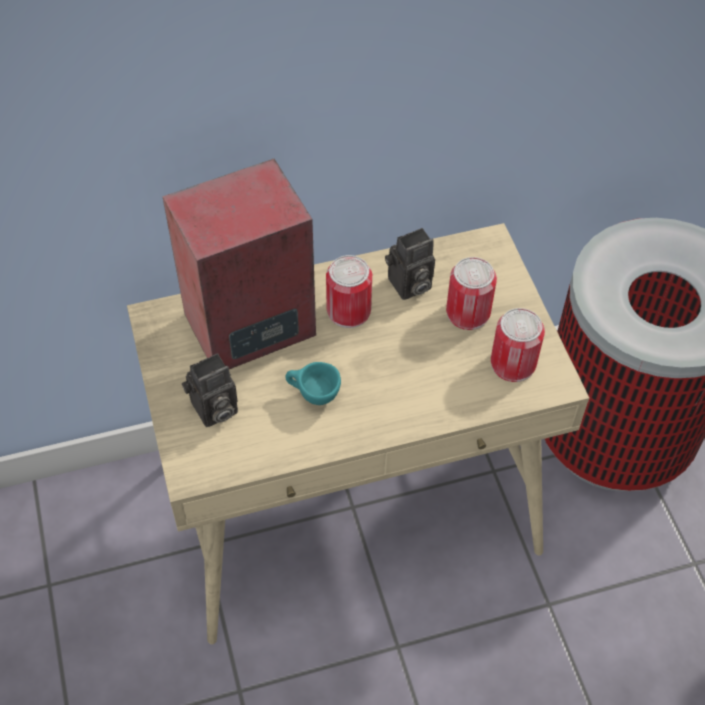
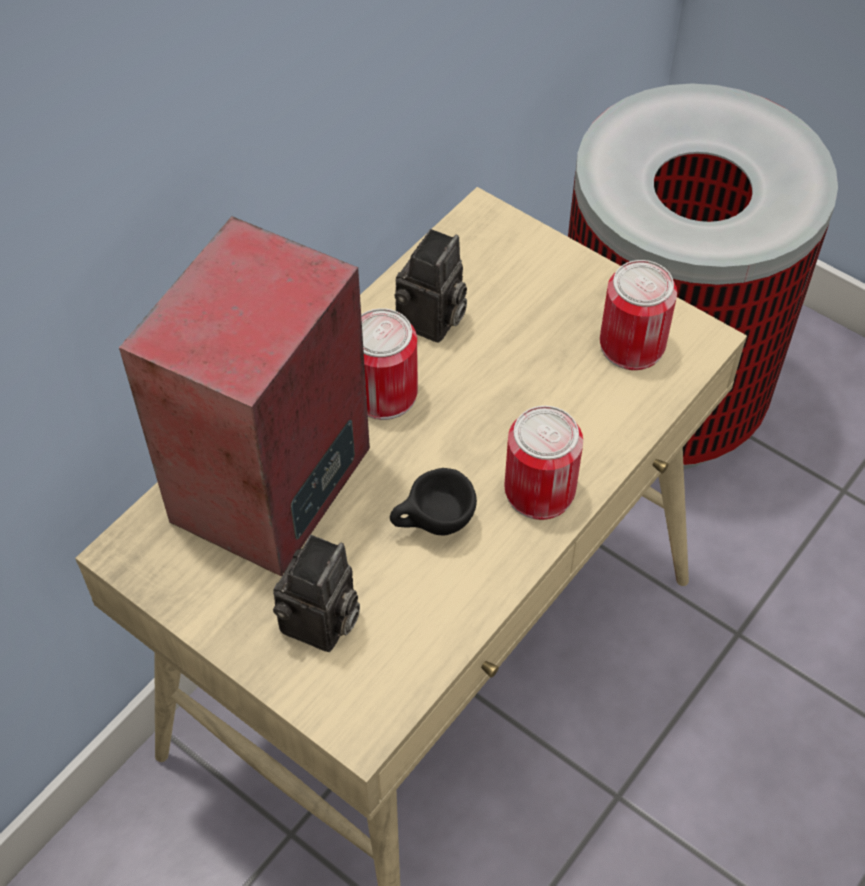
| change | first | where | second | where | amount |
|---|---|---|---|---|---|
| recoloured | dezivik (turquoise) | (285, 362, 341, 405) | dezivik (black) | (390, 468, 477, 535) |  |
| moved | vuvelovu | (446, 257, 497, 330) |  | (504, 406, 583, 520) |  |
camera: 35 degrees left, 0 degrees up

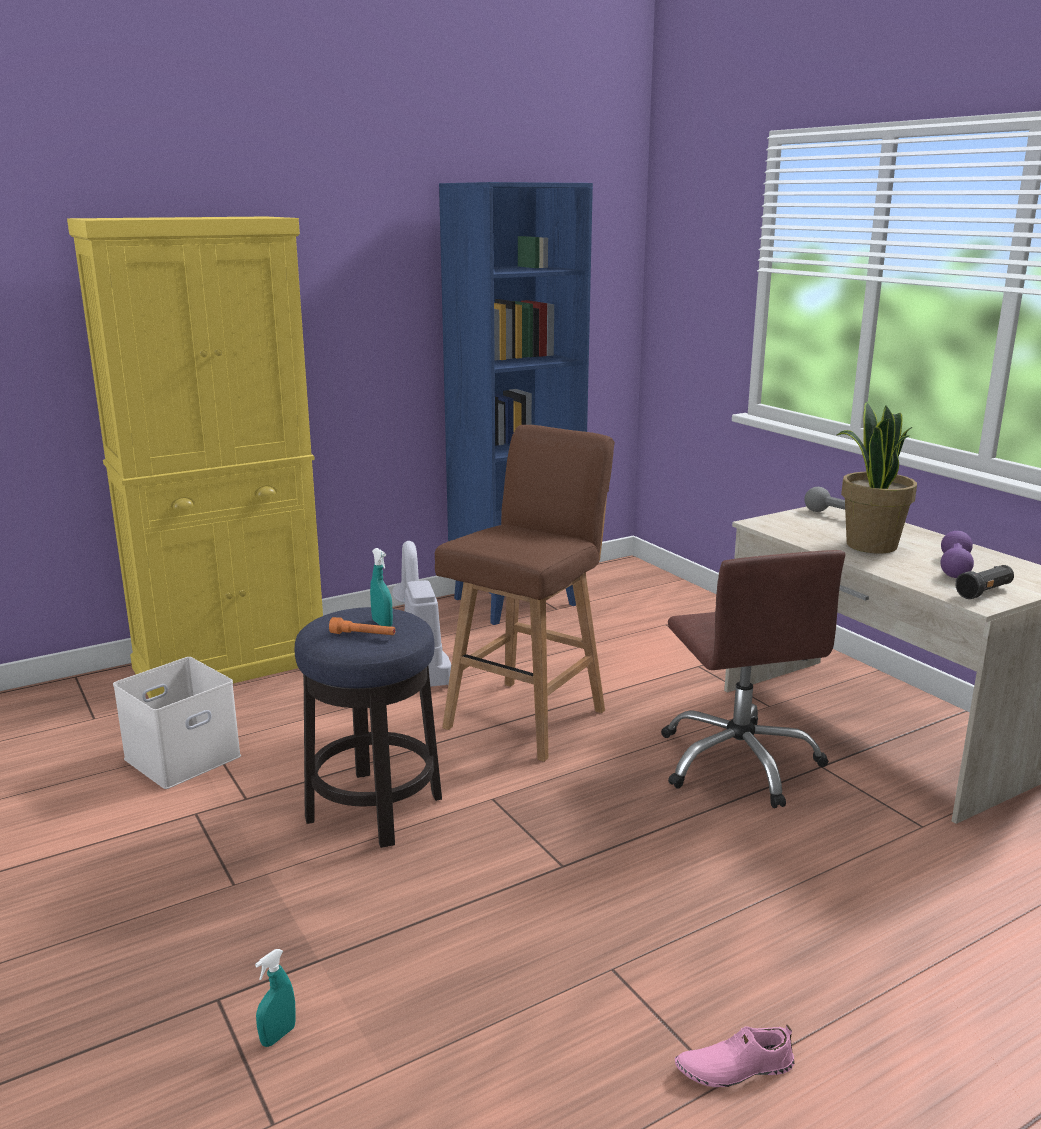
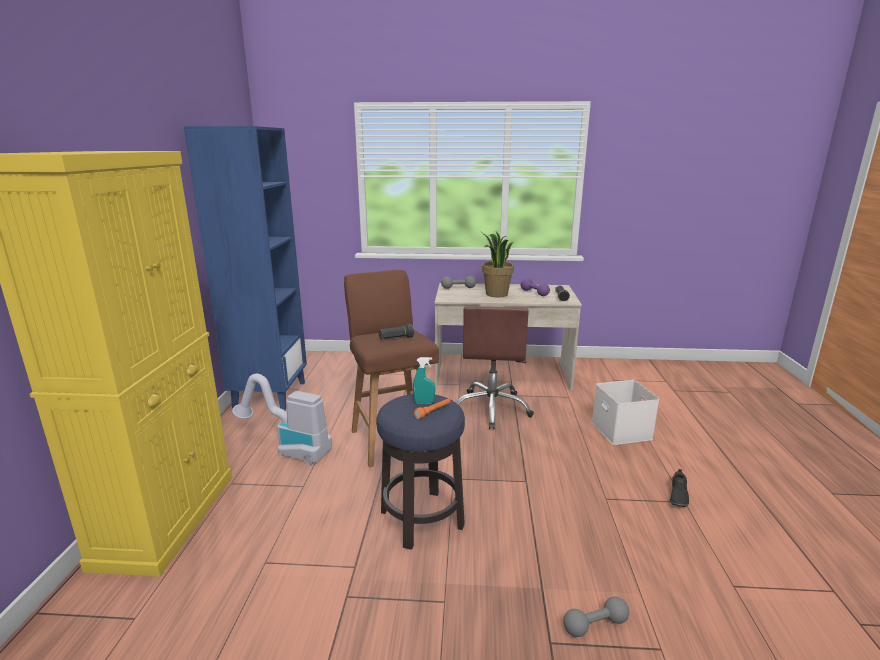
| change | first | where | second | where | amount |
|---|---|---|---|---|---|
| added |  |  | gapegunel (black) | (378, 323, 414, 339) |  |
| turned | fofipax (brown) | (661, 550, 845, 808) |  | (456, 306, 534, 429) | 75 degrees clockwise |
| replaced | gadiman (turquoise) | (255, 949, 296, 1047) | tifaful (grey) | (563, 596, 629, 637) |  |
| moved | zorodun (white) | (113, 657, 241, 789) |  | (592, 380, 659, 445) |  |
| recoloured | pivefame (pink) | (675, 1025, 794, 1087) | pivefame (black) | (670, 469, 689, 507) |  |
camera: 55 degrees left, 0 degrees up

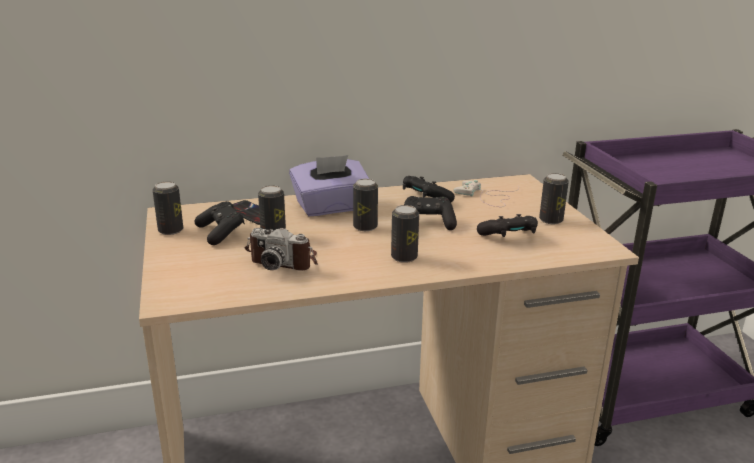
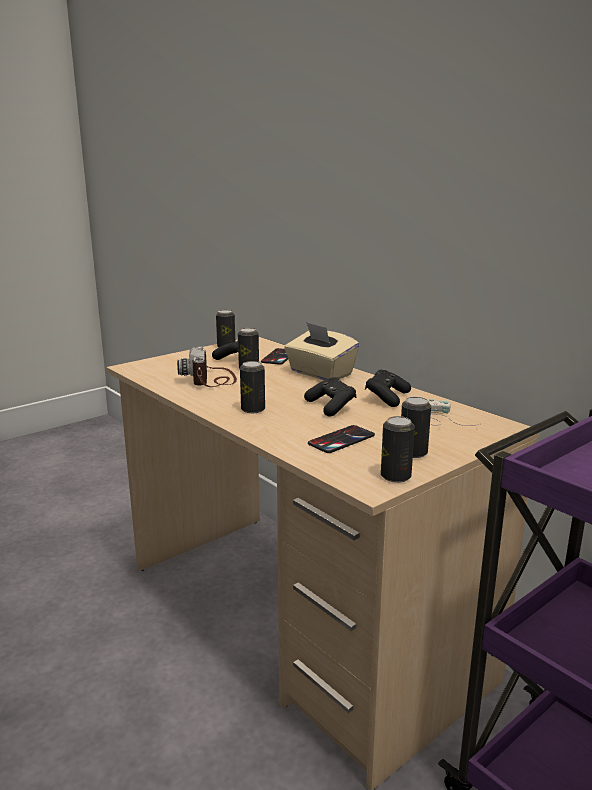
| change | first | where | second | where | amount |
|---|---|---|---|---|---|
| recoloured | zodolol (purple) | (289, 155, 369, 216) | zodolol (beige) | (284, 322, 359, 380) |  |
| replaced | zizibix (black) | (477, 214, 538, 237) | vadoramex | (308, 425, 375, 453) |  |
| moved | vuvelovu | (353, 179, 378, 231) |  | (381, 416, 415, 483) |  |
camera: 65 degrees right, 5 degrees down

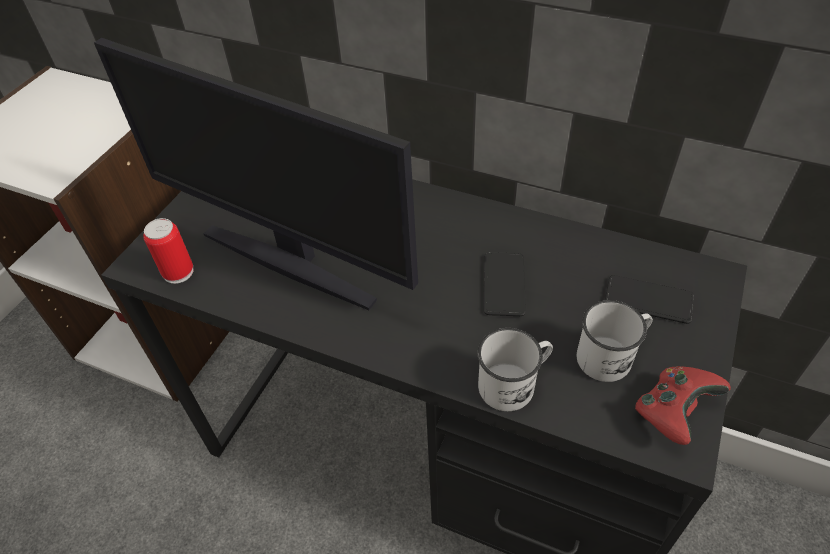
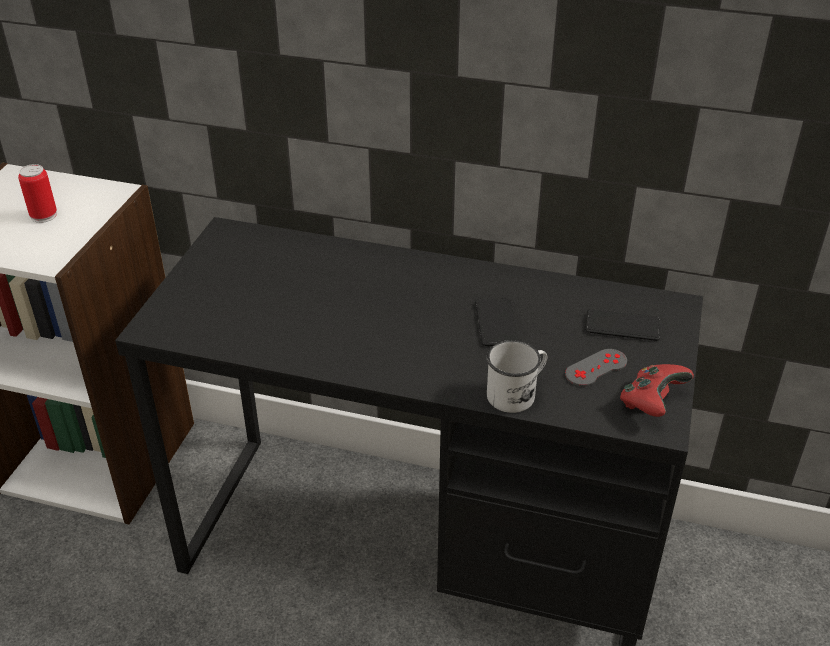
| change | first | where | second | where | amount |
|---|---|---|---|---|---|
| moved | vuvelovu | (143, 218, 193, 284) |  | (18, 164, 57, 223) |  |
| replaced | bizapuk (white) | (577, 300, 653, 382) | zizibix (grey) | (565, 349, 627, 386) |  |
| removed | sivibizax | (94, 38, 418, 310) |  |  |  |
camera: 10 degrees left, 10 degrees down

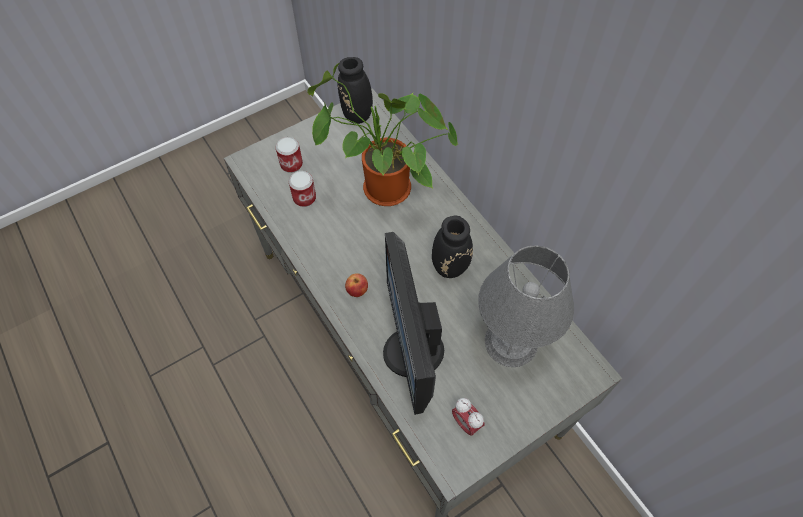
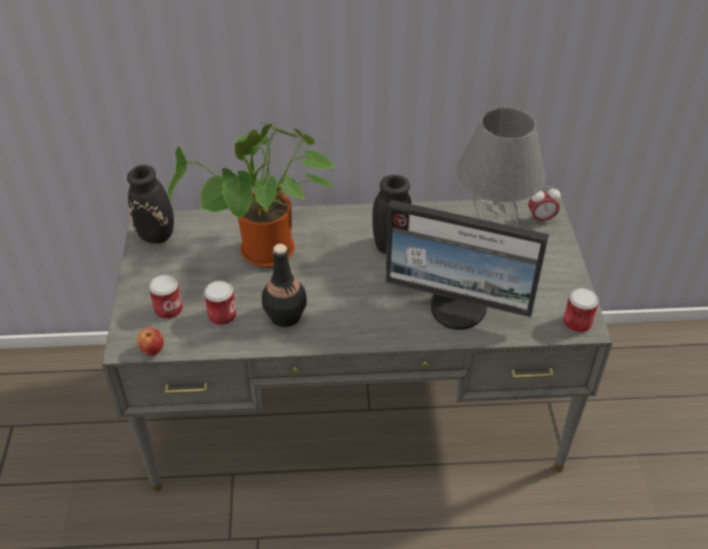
| change | first | where | second | where | amount |
|---|---|---|---|---|---|
| moved | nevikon | (345, 273, 368, 297) |  | (137, 328, 164, 356) |  |
| added |  |  | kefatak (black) | (262, 244, 307, 327) |  |
| moved | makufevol | (452, 398, 485, 436) |  | (528, 186, 561, 224) |  |
| added |  |  | vuvelovu | (563, 288, 599, 333) |  |
camera: 60 degrees left, 15 degrees down

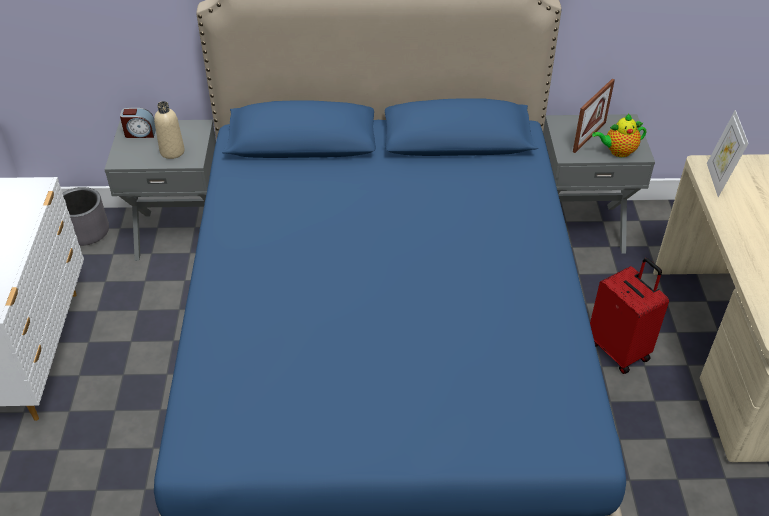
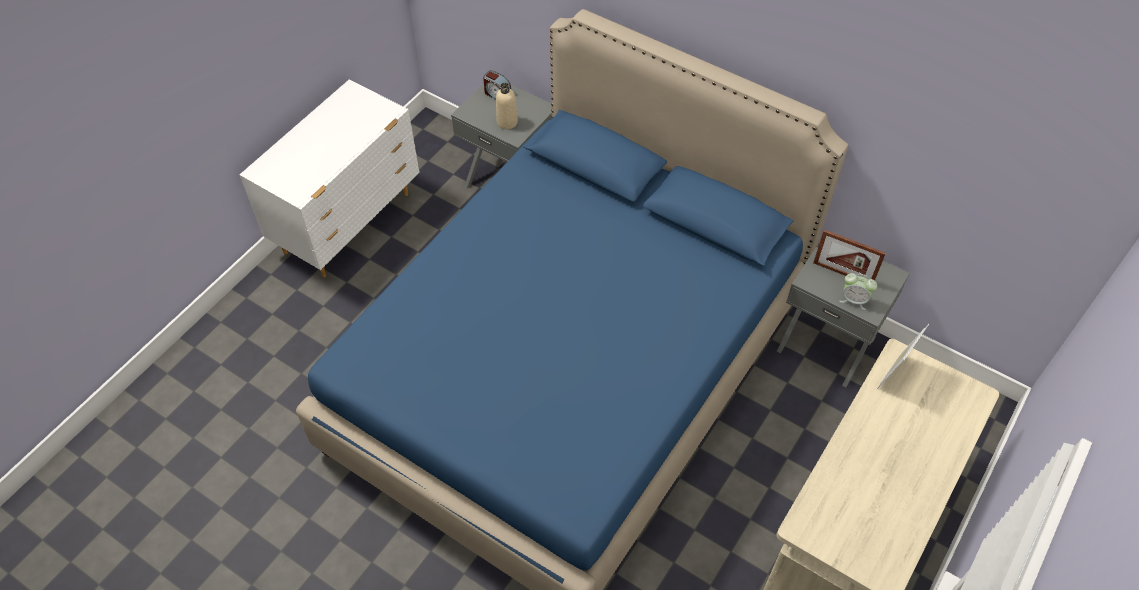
| change | first | where | second | where | amount |
|---|---|---|---|---|---|
| turned | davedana | (573, 79, 615, 153) |  | (813, 230, 886, 281) | 45 degrees clockwise |
| replaced | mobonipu | (592, 114, 646, 157) | makufevol | (839, 273, 877, 310) |  |
| removed | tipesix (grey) | (63, 187, 109, 246) |  |  |  |
| removed | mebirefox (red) | (590, 258, 669, 374) |  |  |  |
camera: 35 degrees right, 10 degrees up

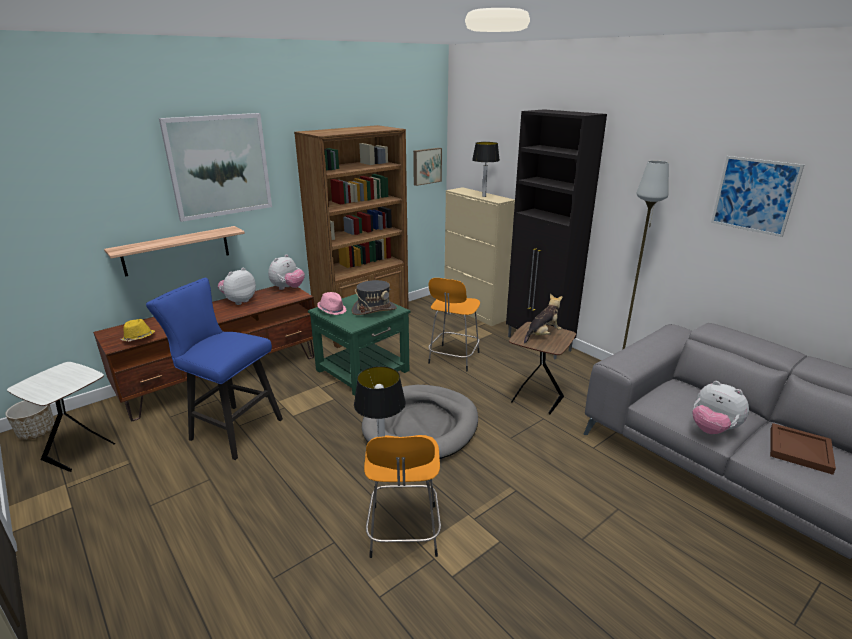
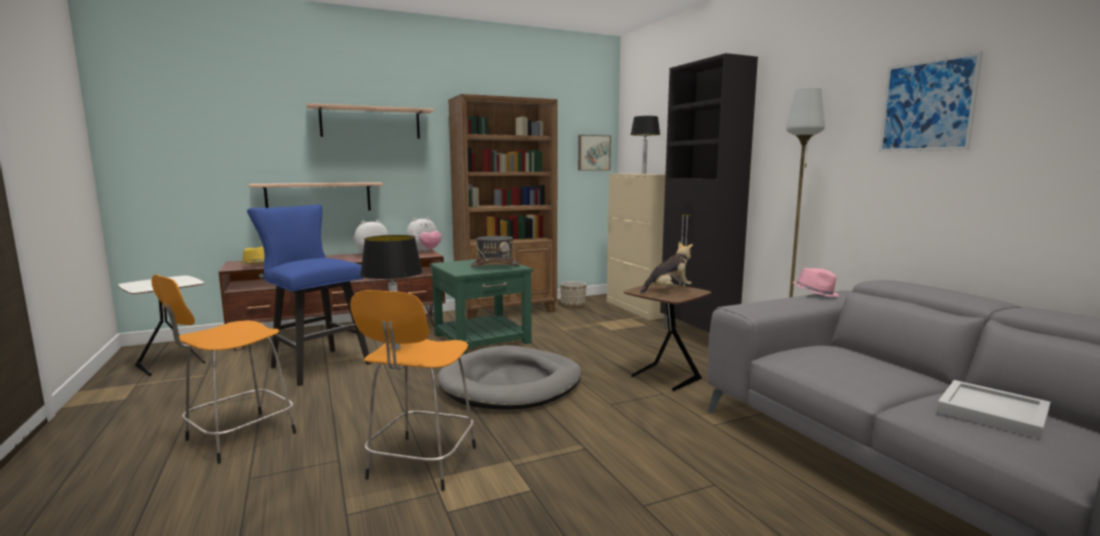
| change | first | where | second | where | amount |
|---|---|---|---|---|---|
| moved | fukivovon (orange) | (428, 278, 480, 371) |  | (151, 274, 296, 464) |  |
| replaced | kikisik | (159, 113, 272, 222) | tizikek | (306, 103, 434, 139) |  |
| moved | tipesix | (5, 400, 55, 440) |  | (560, 281, 587, 307) |  |
| moved | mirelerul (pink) | (317, 292, 347, 315) |  | (793, 268, 840, 297) |  |
| recoloured | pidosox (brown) | (770, 423, 836, 475) | pidosox (white) | (936, 380, 1050, 439) |  |
| removed | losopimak | (692, 381, 749, 434) |  |  |  |
camera: 15 degrees right, 15 degrees down

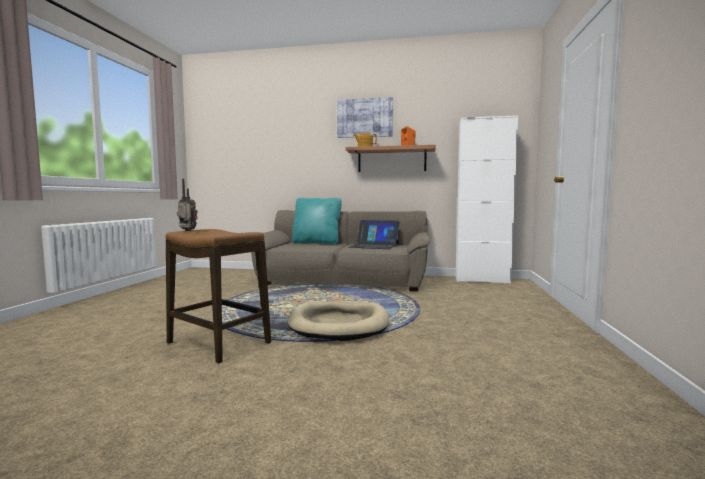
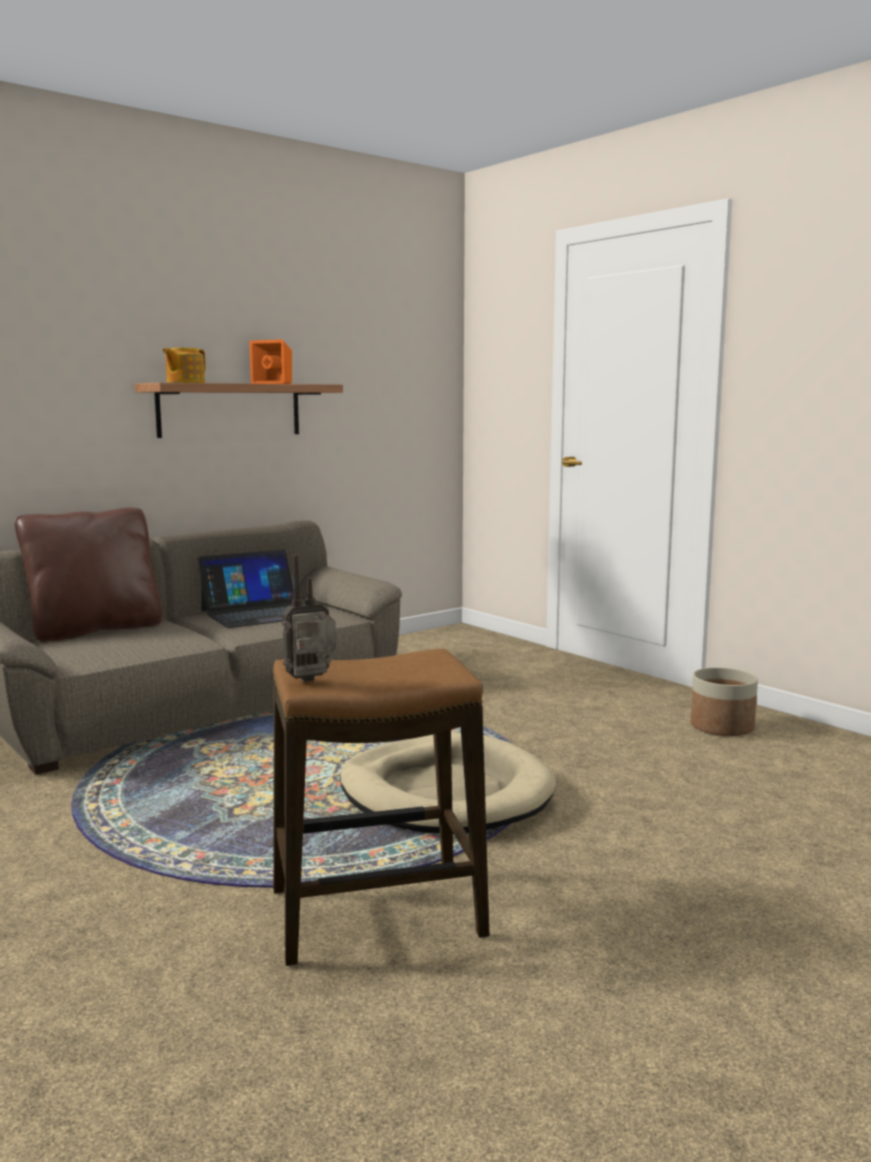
| change | first | where | second | where | amount |
|---|---|---|---|---|---|
| recoloured | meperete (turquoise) | (292, 198, 341, 244) | meperete (brown) | (14, 508, 163, 642) |  |
| added |  |  | tipesix | (690, 667, 758, 736) |  |
| removed | kikisik | (337, 97, 393, 138) |  |  |  |
| removed | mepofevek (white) | (455, 115, 518, 284) |  |  |  |
camera: 50 degrees left, 5 degrees up

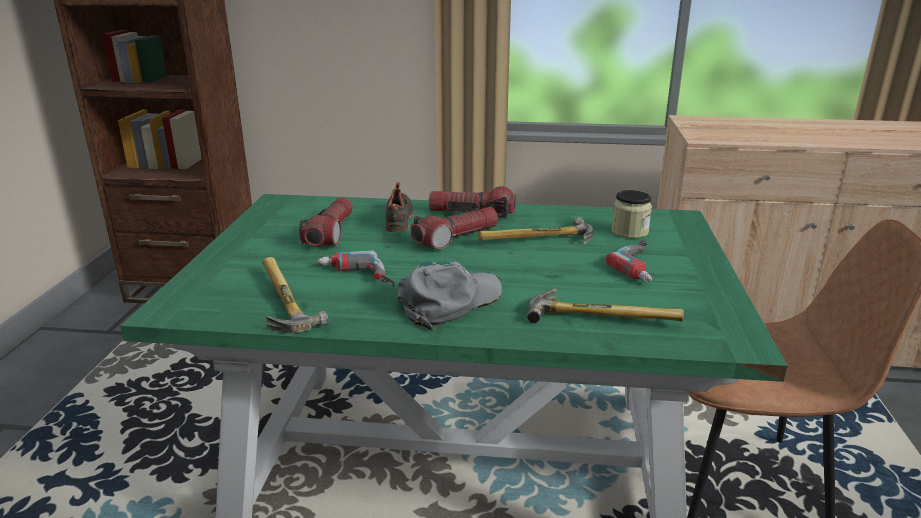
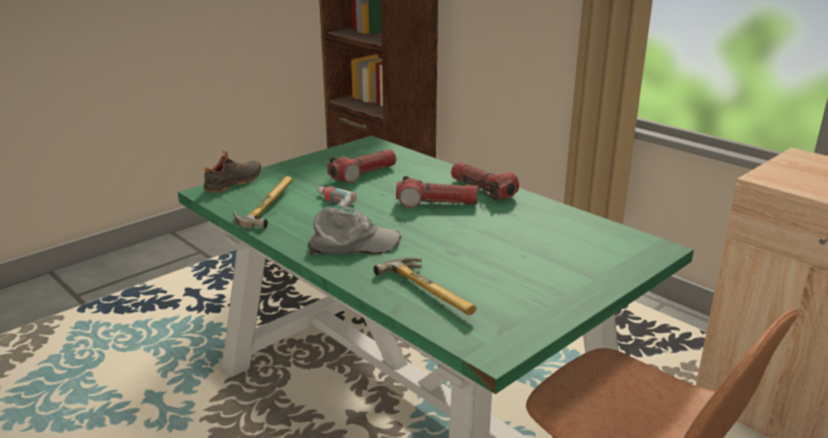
| change | first | where | second | where | amount |
|---|---|---|---|---|---|
| moved | pivefame (black) | (385, 182, 414, 232) |  | (202, 150, 261, 192) |  |
| removed | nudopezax | (478, 217, 593, 245) |  |  |  |
| removed | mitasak | (606, 240, 652, 282) |  |  |  |
| removed | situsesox | (611, 190, 652, 239) |  |  |  |
camera: 40 degrees right, 0 degrees up

